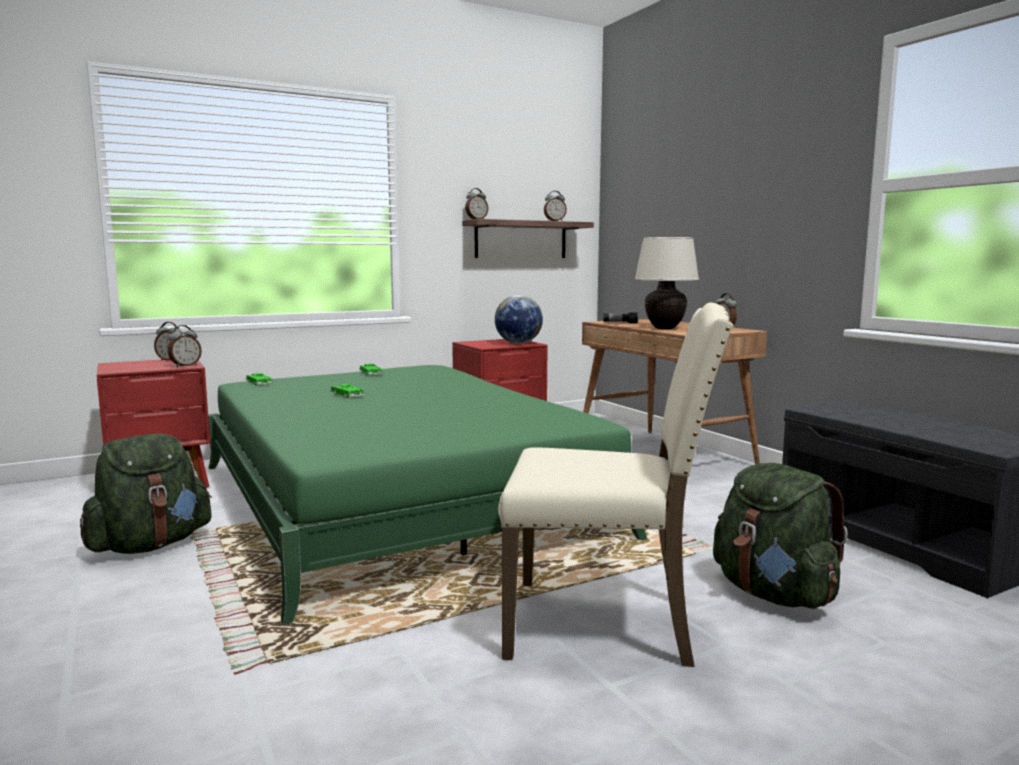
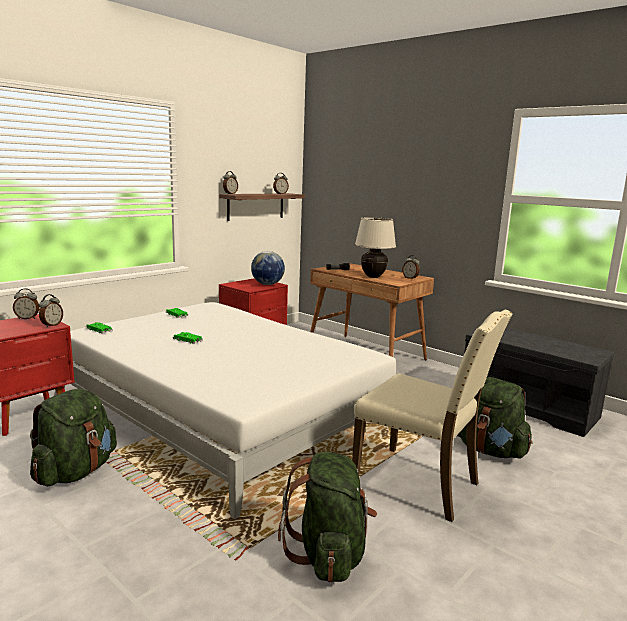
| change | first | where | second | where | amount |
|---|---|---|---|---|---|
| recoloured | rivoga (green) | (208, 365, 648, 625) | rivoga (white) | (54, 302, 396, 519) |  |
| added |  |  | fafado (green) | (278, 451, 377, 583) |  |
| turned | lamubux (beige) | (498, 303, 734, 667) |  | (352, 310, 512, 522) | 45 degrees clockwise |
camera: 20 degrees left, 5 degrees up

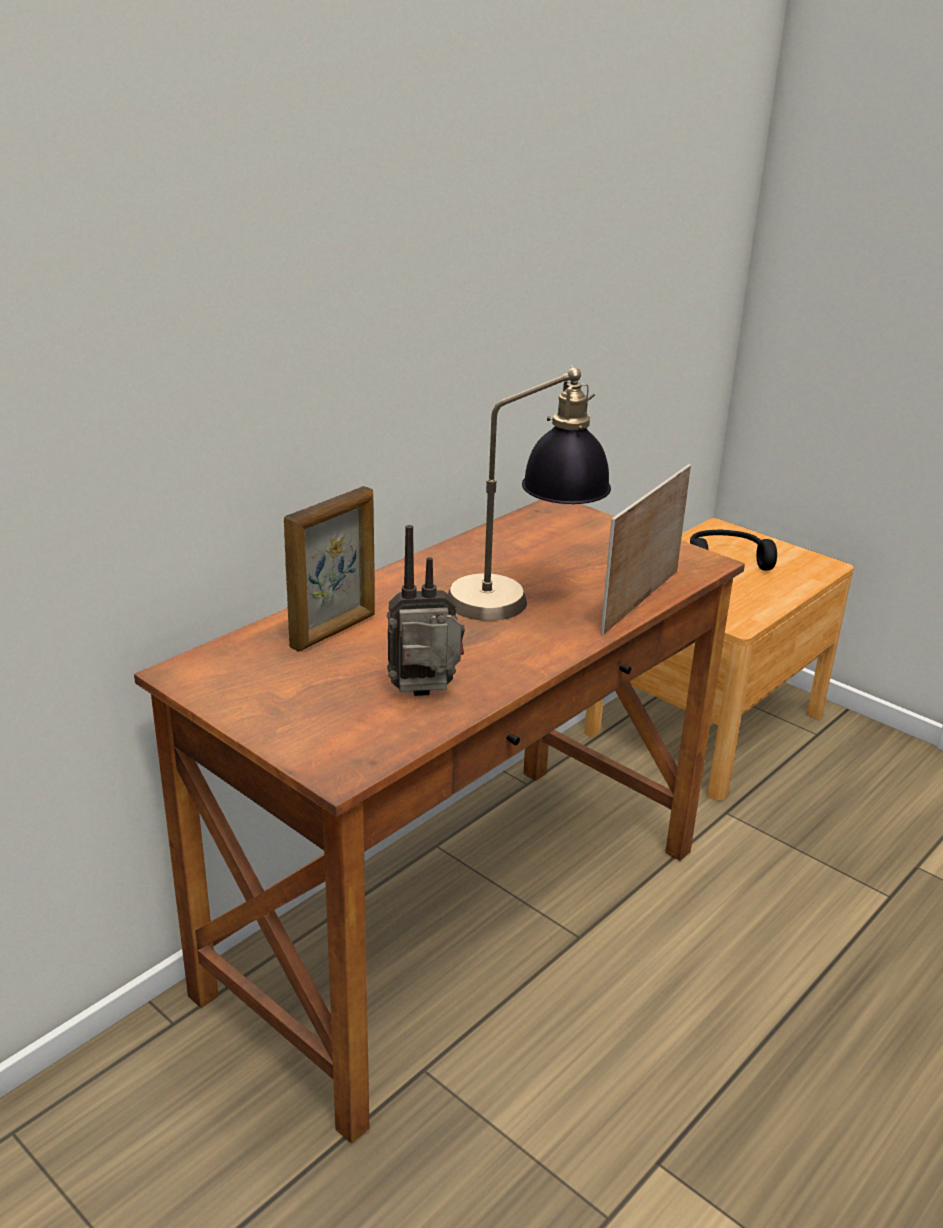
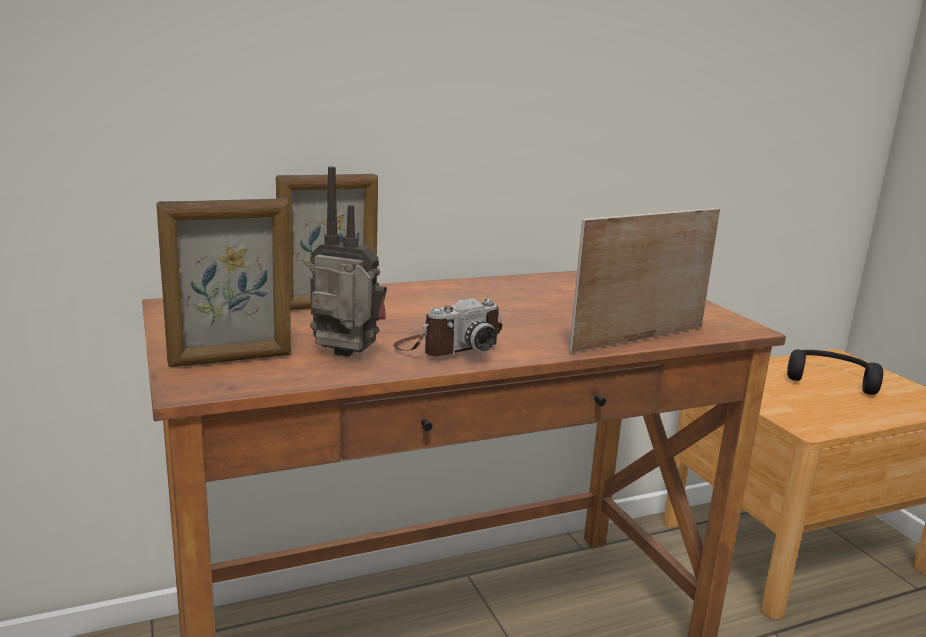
| change | first | where | second | where | amount |
|---|---|---|---|---|---|
| added |  |  | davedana | (156, 198, 291, 367) |  |
| added |  |  | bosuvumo | (393, 298, 503, 356) |  |
| removed | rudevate | (448, 365, 611, 621) |  |  |  |
camera: 25 degrees right, 10 degrees down

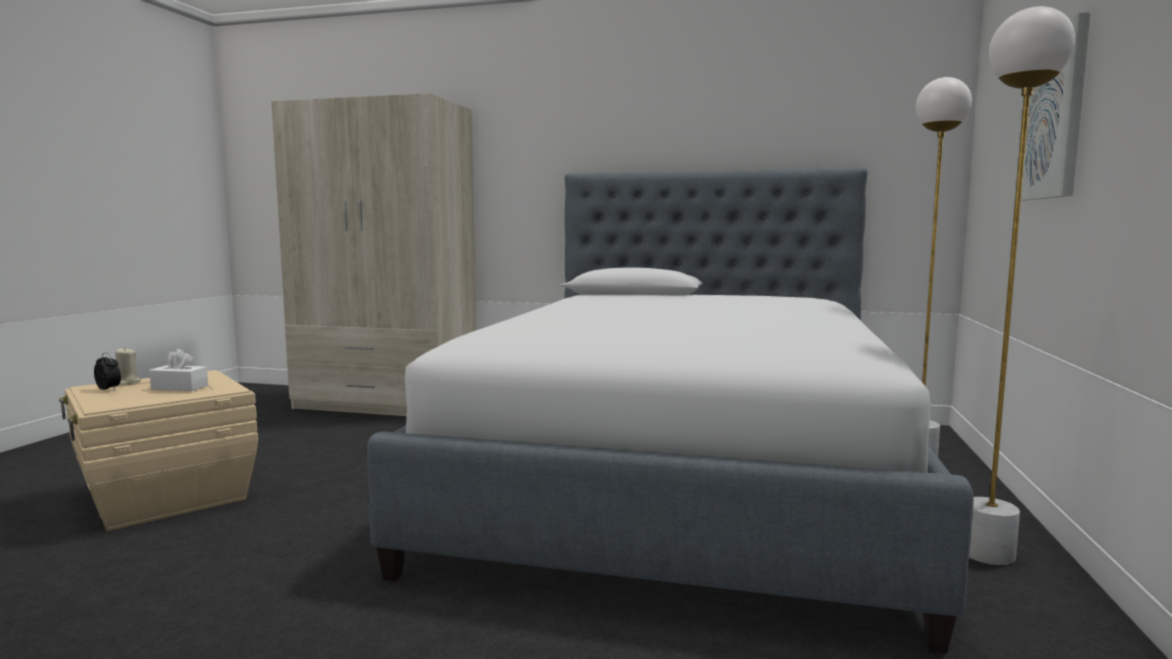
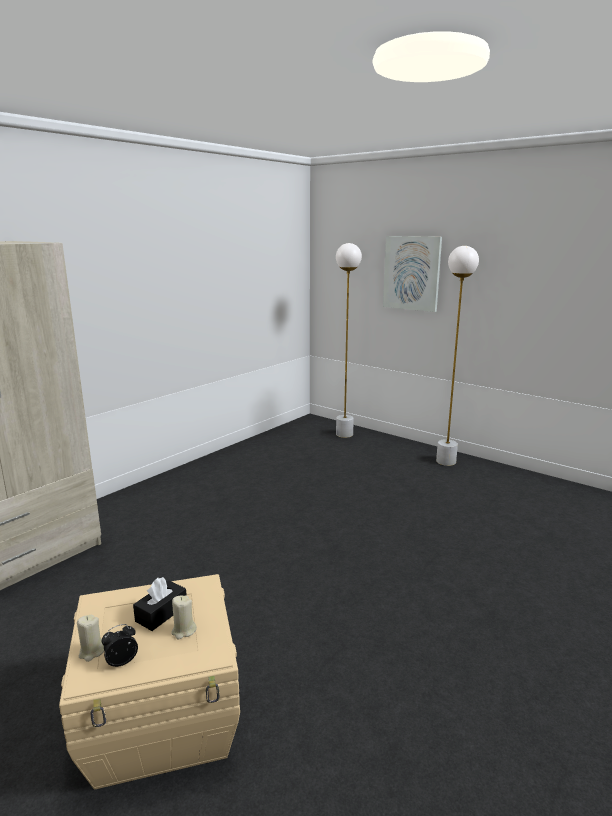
| change | first | where | second | where | amount |
|---|---|---|---|---|---|
| recoloured | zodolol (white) | (149, 349, 208, 391) | zodolol (black) | (133, 577, 187, 631) |  |
| added |  |  | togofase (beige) | (171, 596, 197, 640) |  |
| removed | rivoga | (367, 168, 974, 654) |  |  |  |
camera: 65 degrees left, 10 degrees up

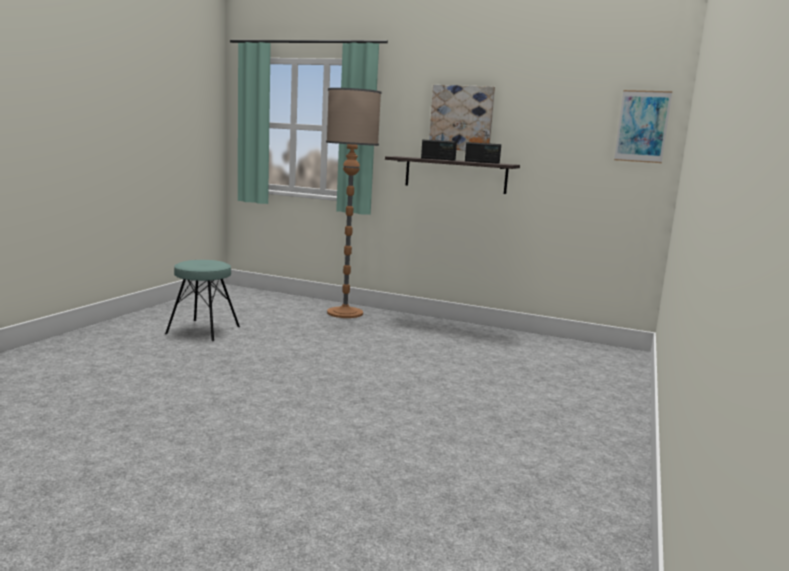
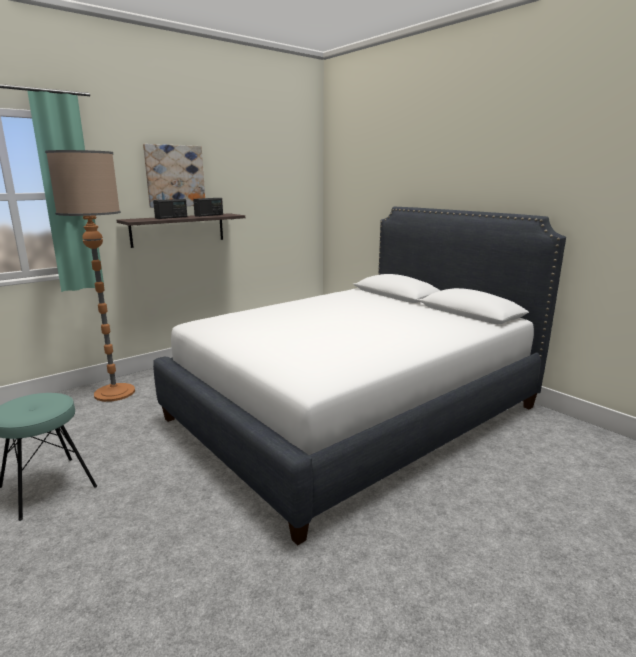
| change | first | where | second | where | amount |
|---|---|---|---|---|---|
| added |  |  | rivoga (white) | (153, 207, 566, 546) |  |
| removed | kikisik | (614, 90, 672, 163) |  |  |  |
camera: 60 degrees left, 5 degrees up

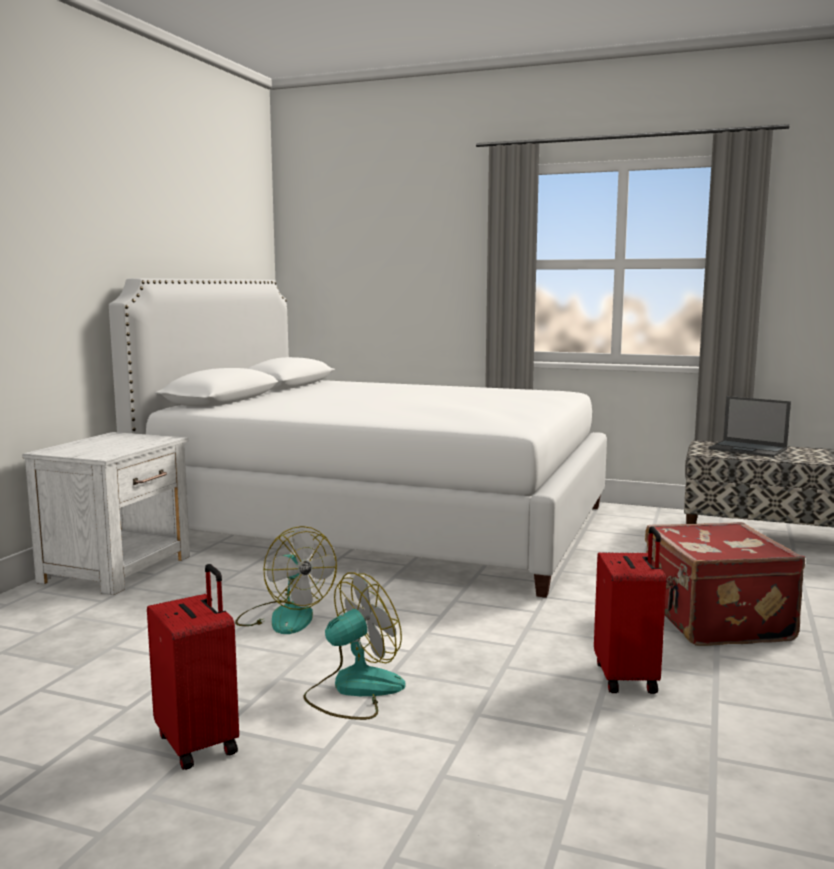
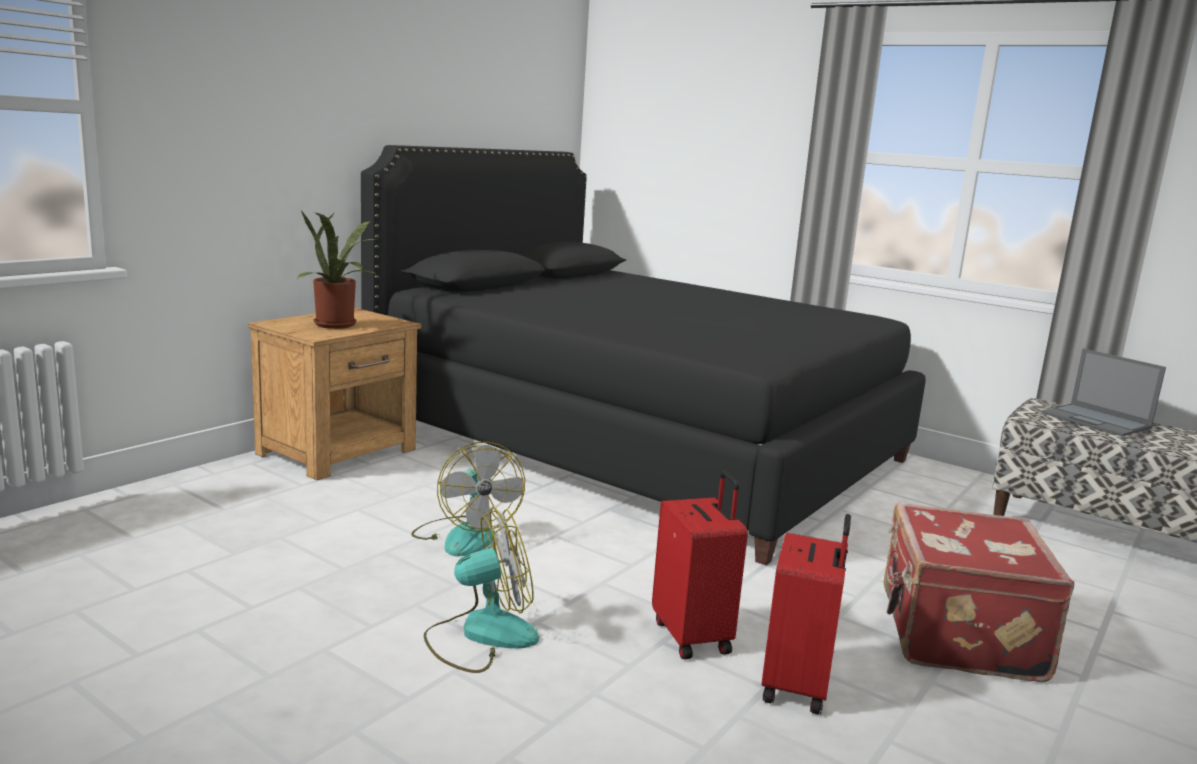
| change | first | where | second | where | amount |
|---|---|---|---|---|---|
| recoloured | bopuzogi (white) | (22, 432, 190, 595) | bopuzogi (brown) | (248, 308, 422, 480) |  |
| added |  |  | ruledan | (297, 211, 378, 329) |  |
| recoloured | rivoga (white) | (109, 278, 607, 598) | rivoga (black) | (361, 145, 926, 565) |  |
| moved | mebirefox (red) | (147, 564, 239, 770) |  | (652, 471, 748, 659) |  |
camera: 15 degrees right, 5 degrees up

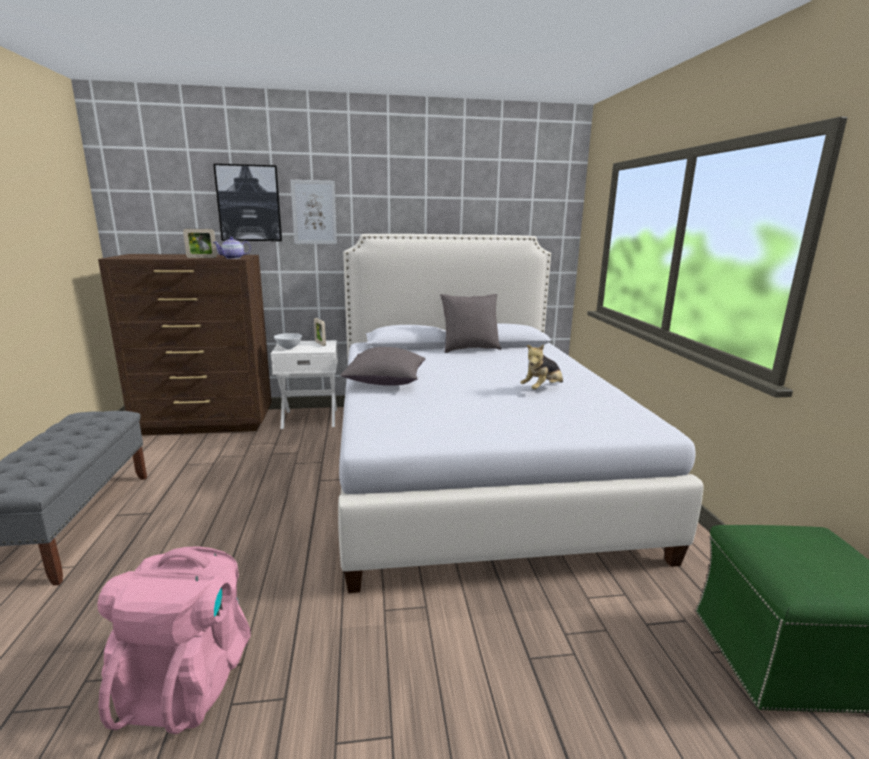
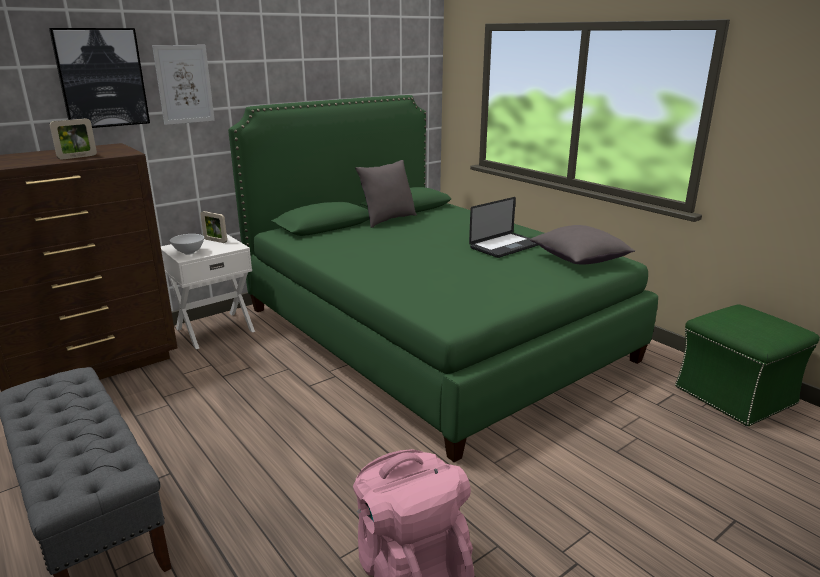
| change | first | where | second | where | amount |
|---|---|---|---|---|---|
| recoloured | rivoga (white) | (338, 234, 704, 593) | rivoga (green) | (228, 95, 658, 462) |  |
| replaced | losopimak | (520, 344, 563, 389) | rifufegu | (469, 197, 538, 258) |  |
| moved | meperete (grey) | (340, 347, 426, 386) |  | (530, 225, 635, 265) |  |
| removed | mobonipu | (213, 237, 251, 259) |  |  |  |
camera: 30 degrees left, 5 degrees up

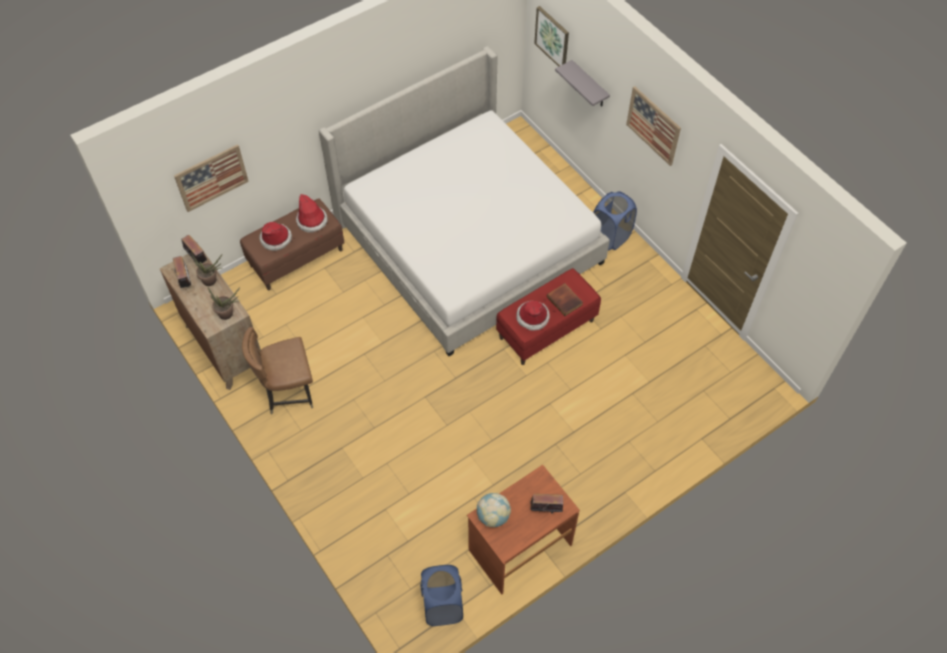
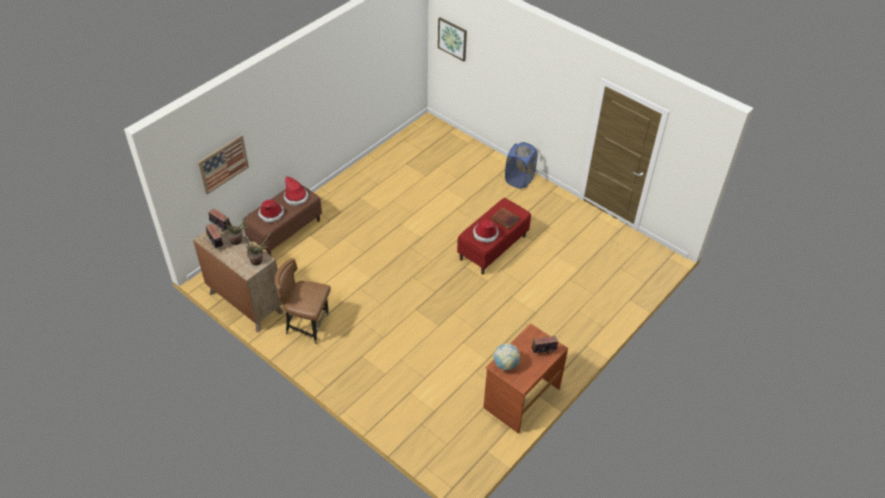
| change | first | where | second | where | amount |
|---|---|---|---|---|---|
| turned | lamubux (brown) | (242, 327, 313, 415) |  | (275, 258, 331, 344) | 45 degrees clockwise |
| removed | rivoga | (319, 46, 610, 356) |  |  |  |
| removed | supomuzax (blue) | (420, 565, 463, 626) |  |  |  |
| removed | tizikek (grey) | (555, 60, 610, 107) |  |  |  |
| removed | kikisik | (626, 86, 681, 166) |  |  |  |
camera: 15 degrees left, 10 degrees down

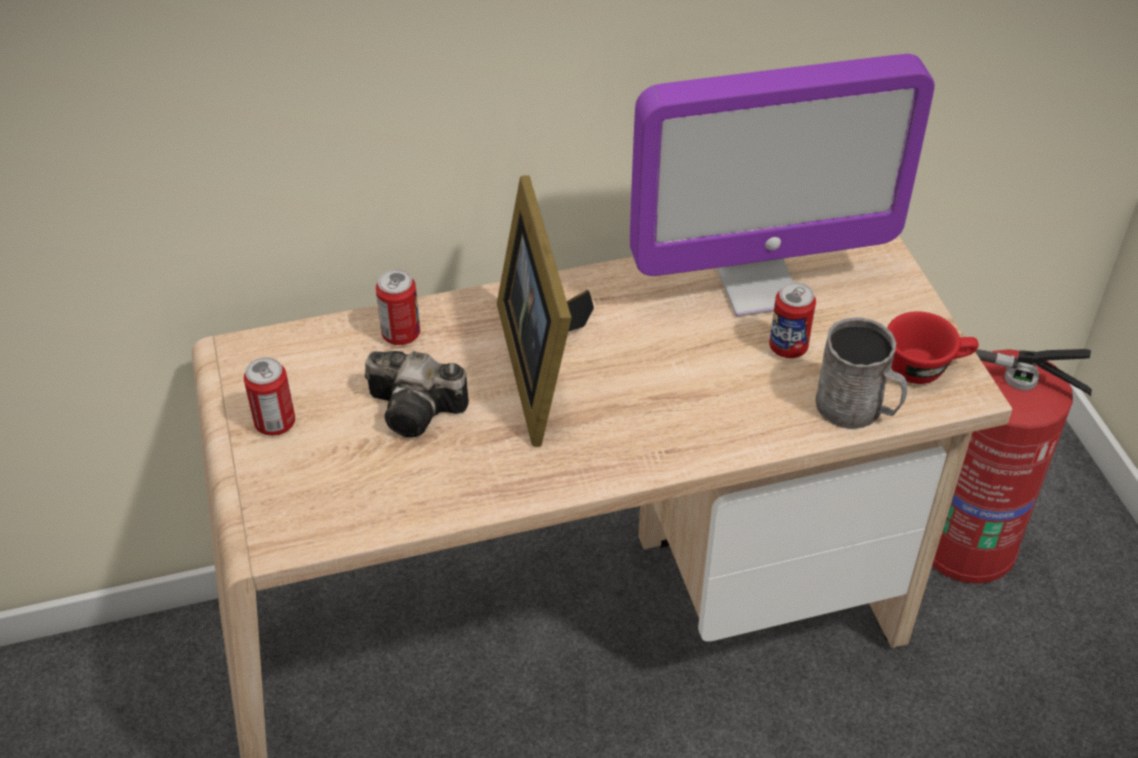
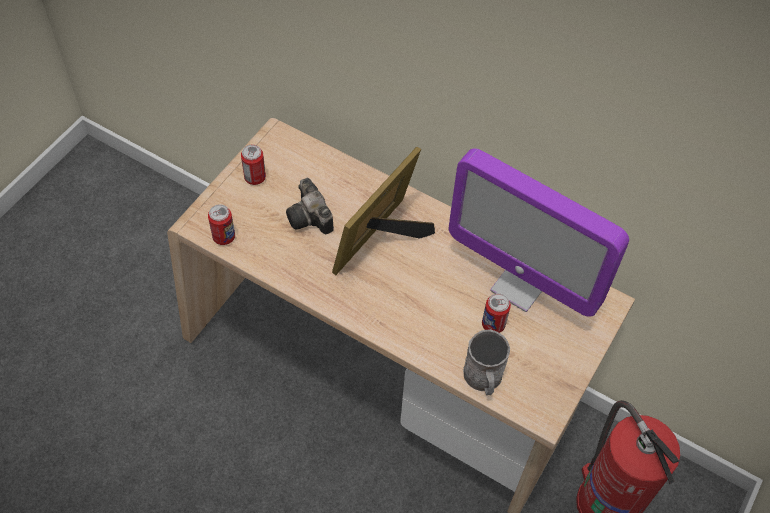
| change | first | where | second | where | amount |
|---|---|---|---|---|---|
| moved | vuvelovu | (376, 269, 420, 345) |  | (208, 204, 235, 245) |  |
| removed | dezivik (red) | (887, 311, 979, 384) |  |  |  |
camera: 45 degrees right, 10 degrees up

